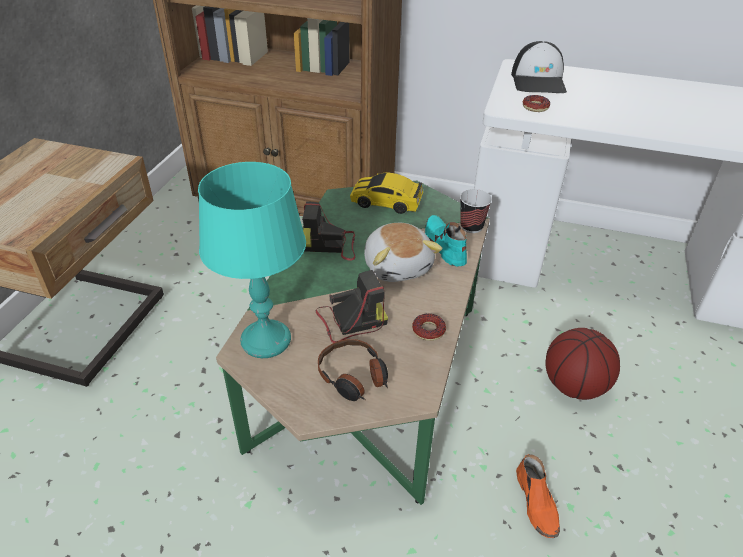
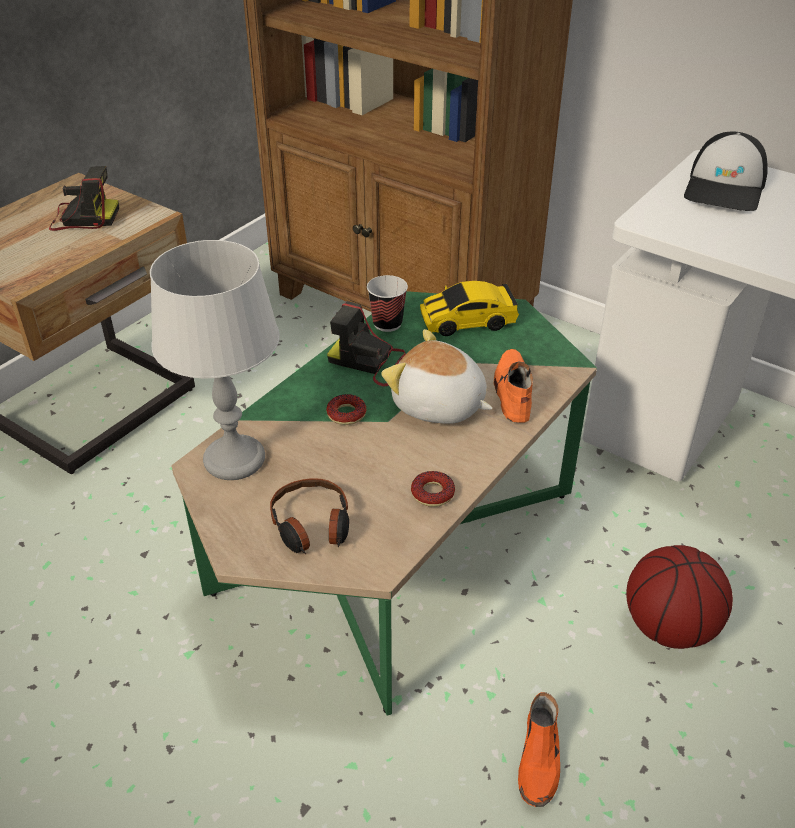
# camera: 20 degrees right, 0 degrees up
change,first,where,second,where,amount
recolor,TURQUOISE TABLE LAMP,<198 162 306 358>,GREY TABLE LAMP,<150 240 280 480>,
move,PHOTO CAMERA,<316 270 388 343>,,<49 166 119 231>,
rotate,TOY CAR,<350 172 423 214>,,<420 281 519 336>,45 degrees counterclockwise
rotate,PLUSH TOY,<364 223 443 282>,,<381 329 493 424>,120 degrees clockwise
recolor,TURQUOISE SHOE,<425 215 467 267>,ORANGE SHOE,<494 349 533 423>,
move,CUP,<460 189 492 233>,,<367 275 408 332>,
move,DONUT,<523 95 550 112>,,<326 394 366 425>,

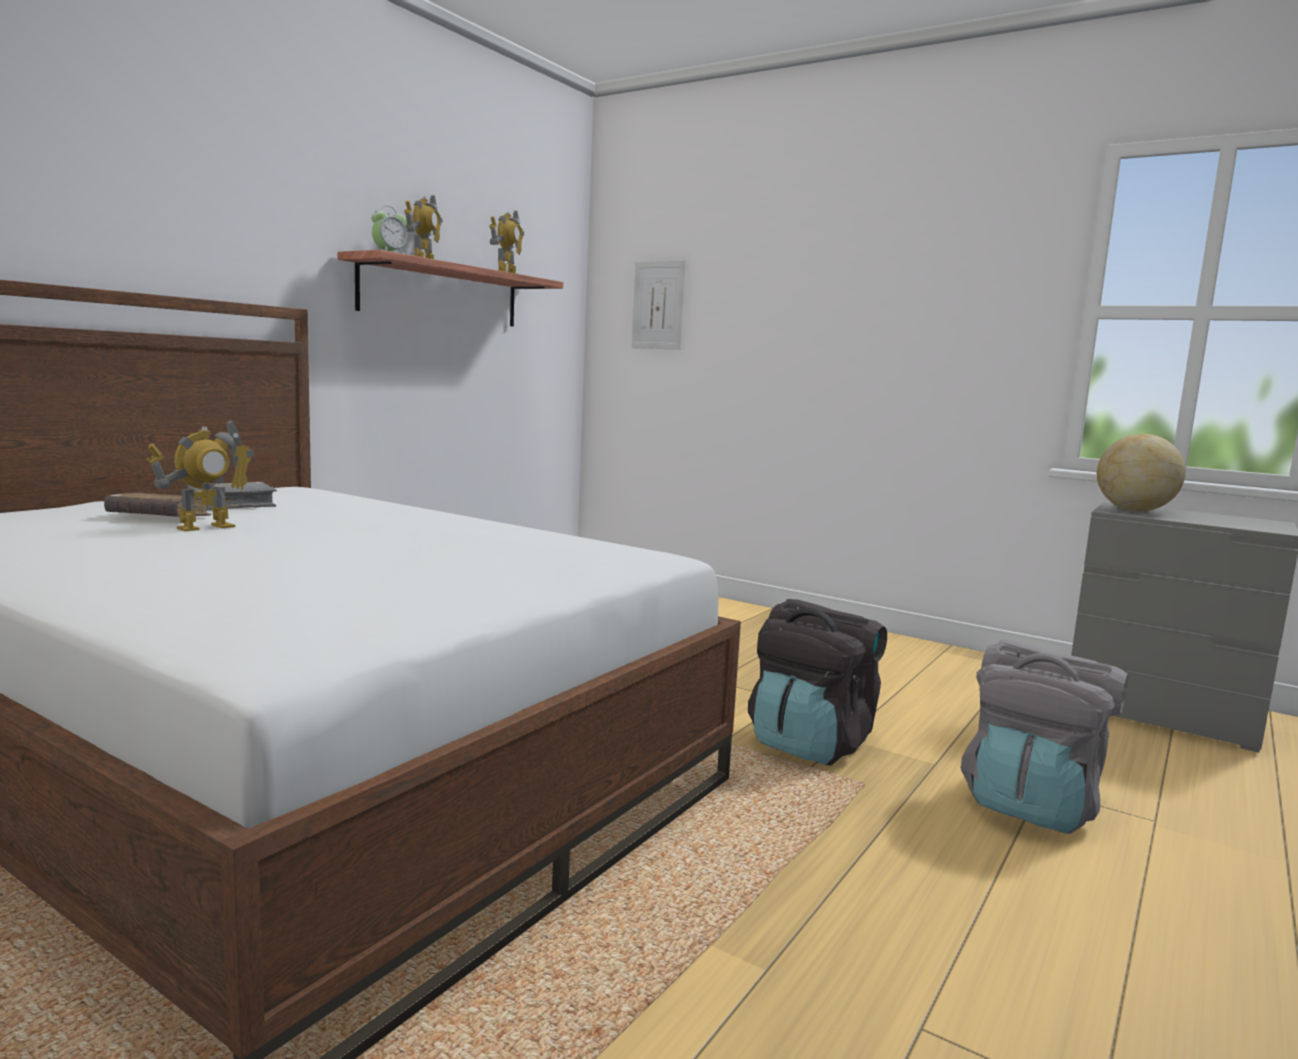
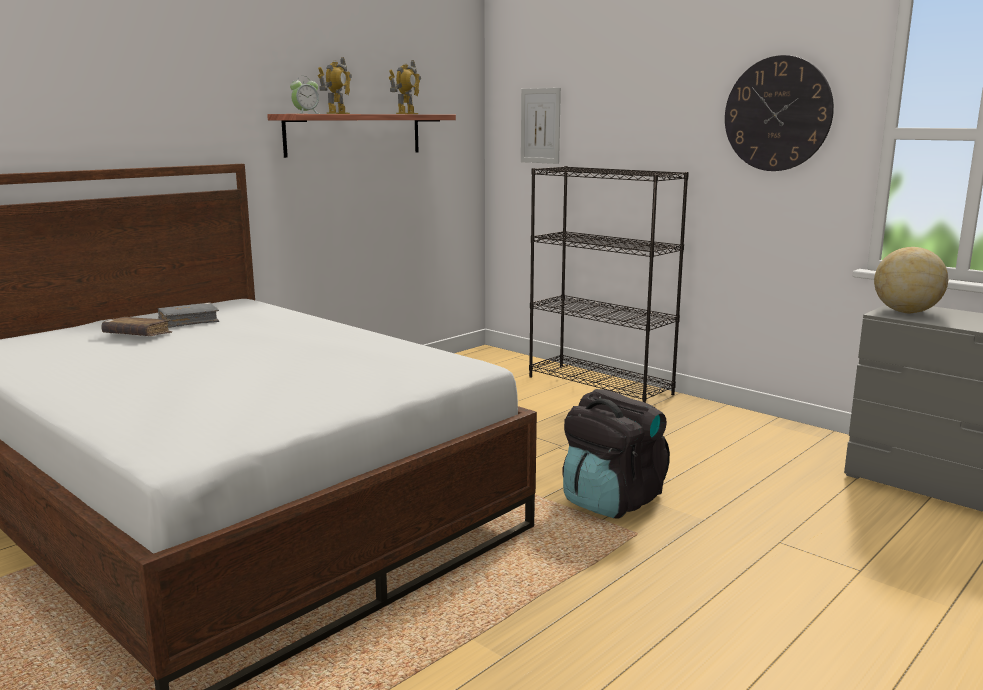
# camera: 10 degrees right, 5 degrees up
change,first,where,second,where,amount
delete,TOY ROBOT,<146 419 254 531>,,,
delete,GREY BACKPACK,<961 639 1128 834>,,,
insert,,,BLACK BOOKCASE,<529 166 689 403>,
insert,,,WALL CLOCK,<725 55 834 171>,

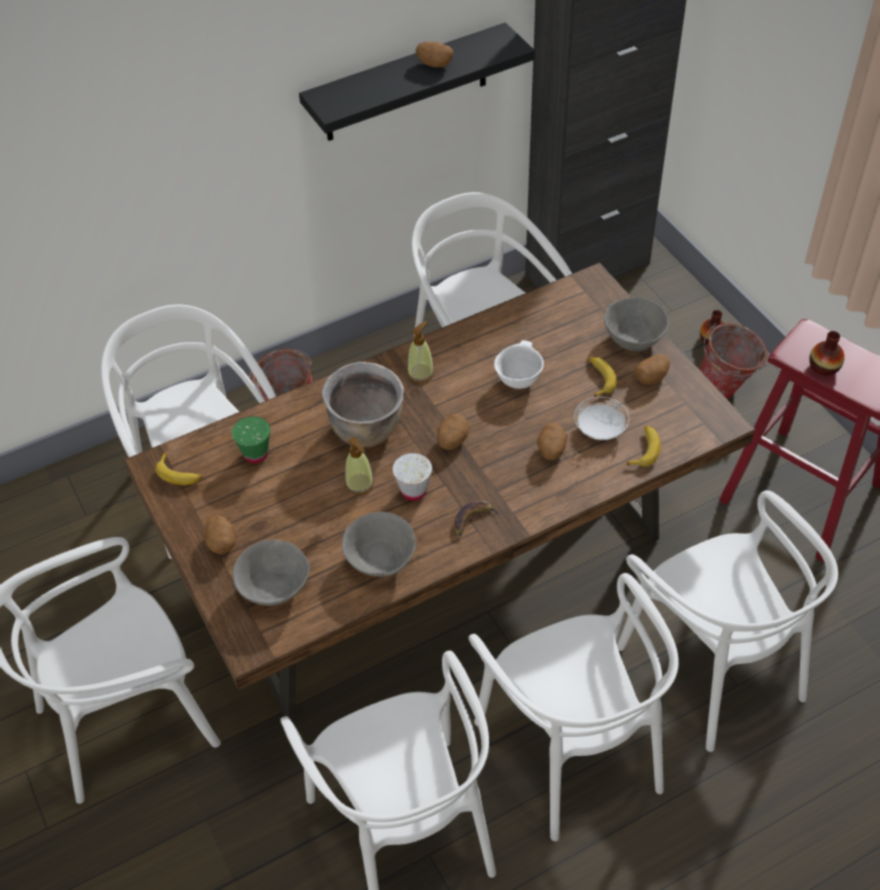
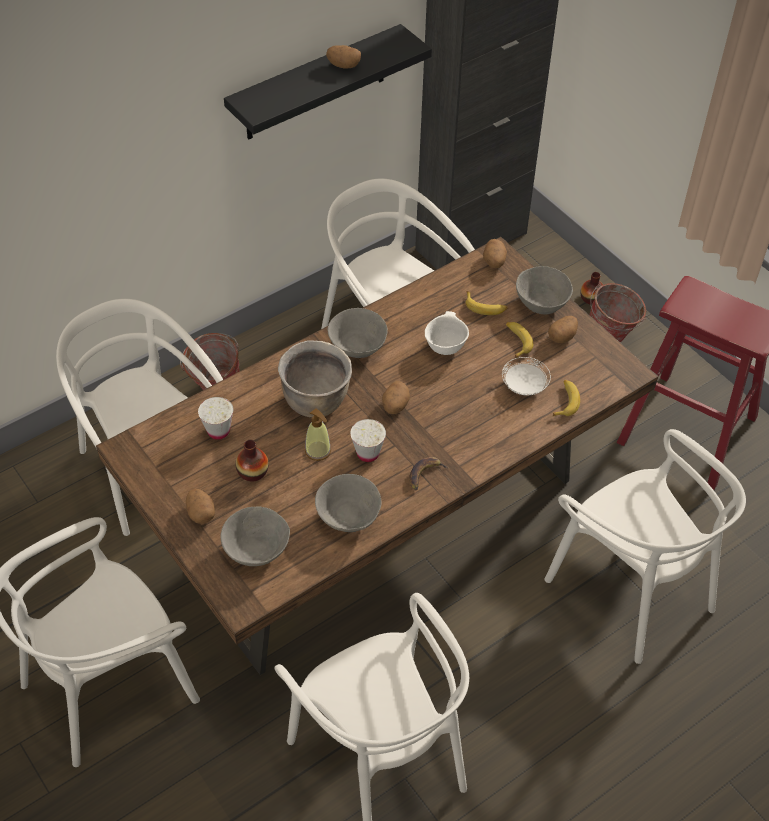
# camera: 10 degrees left, 0 degrees up
change,first,where,second,where,amount
move,BANANA,<155 452 202 485>,,<465 291 508 315>,
recolor,GREEN CUP,<232 416 270 463>,WHITE CUP,<198 397 233 440>,
replace,SOAP DISPENSER,<407 321 434 383>,GREY BOWL,<328 308 388 358>,
delete,WHITE CHAIR,<469 573 679 841>,,,
move,POTATO,<537 422 567 460>,,<483 239 507 268>,
move,VASE,<809 331 845 376>,,<235 440 269 482>,

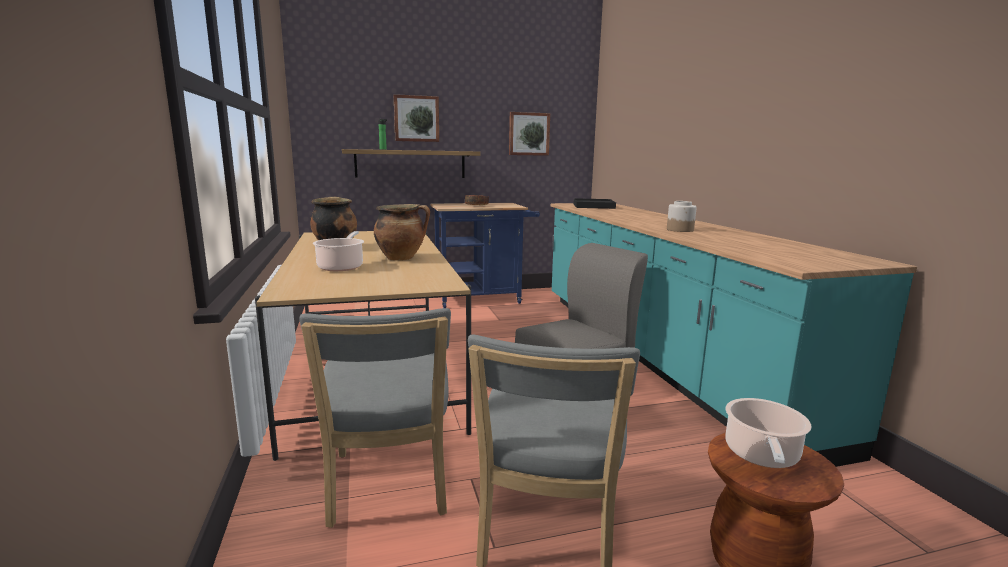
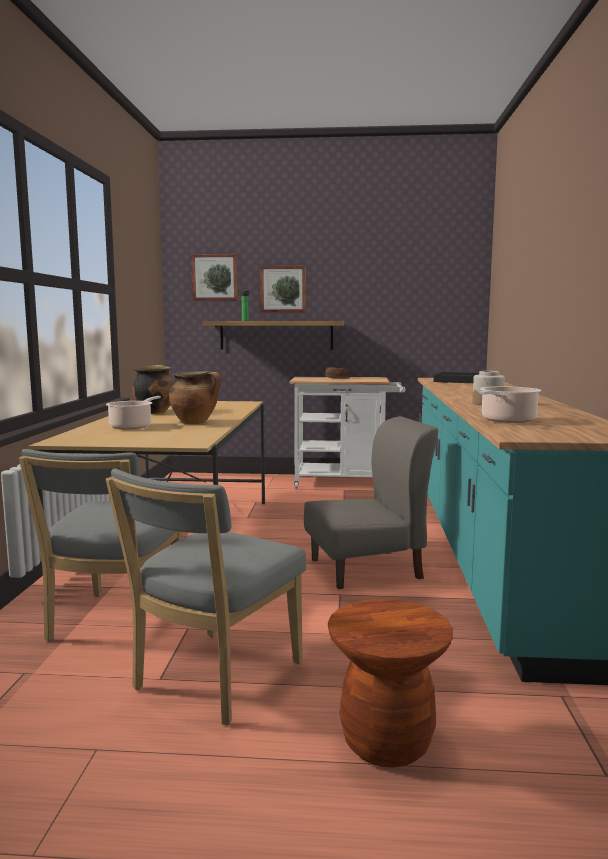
# camera: 20 degrees right, 5 degrees down
change,first,where,second,where,amount
recolor,BLUE CART,<430 203 540 308>,WHITE CART,<289 377 405 488>,
move,PICTURE,<509 112 550 156>,,<191 254 238 301>,
move,COOKING POT,<725 398 812 468>,,<479 386 541 423>,

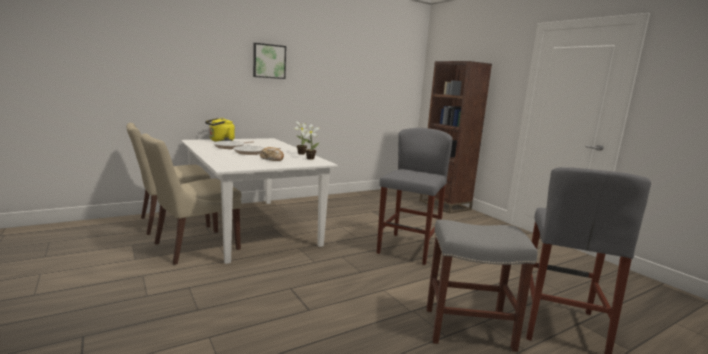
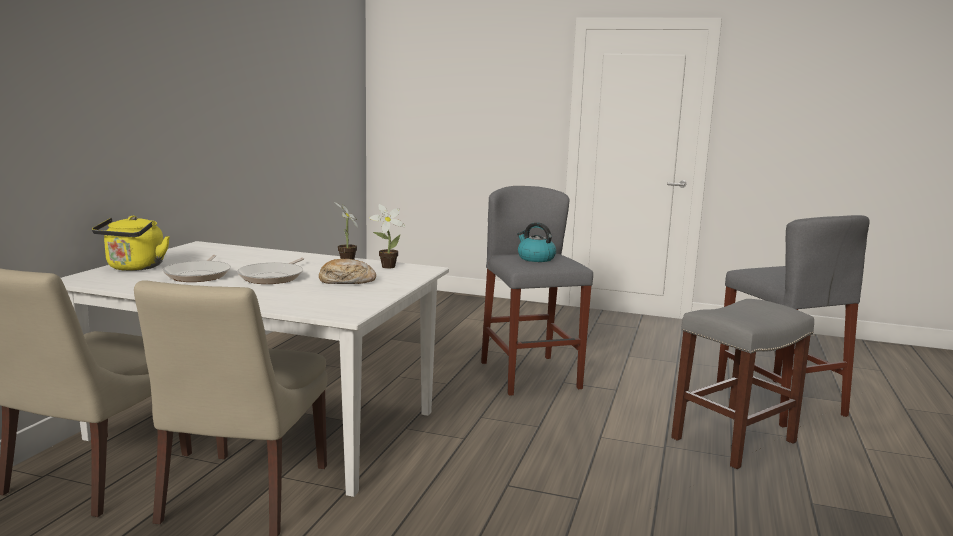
# camera: 40 degrees left, 0 degrees up
change,first,where,second,where,amount
delete,PICTURE,<253 43 286 79>,,,
delete,BROWN BOOKCASE,<419 61 492 214>,,,
insert,,,KETTLE,<517 222 556 262>,

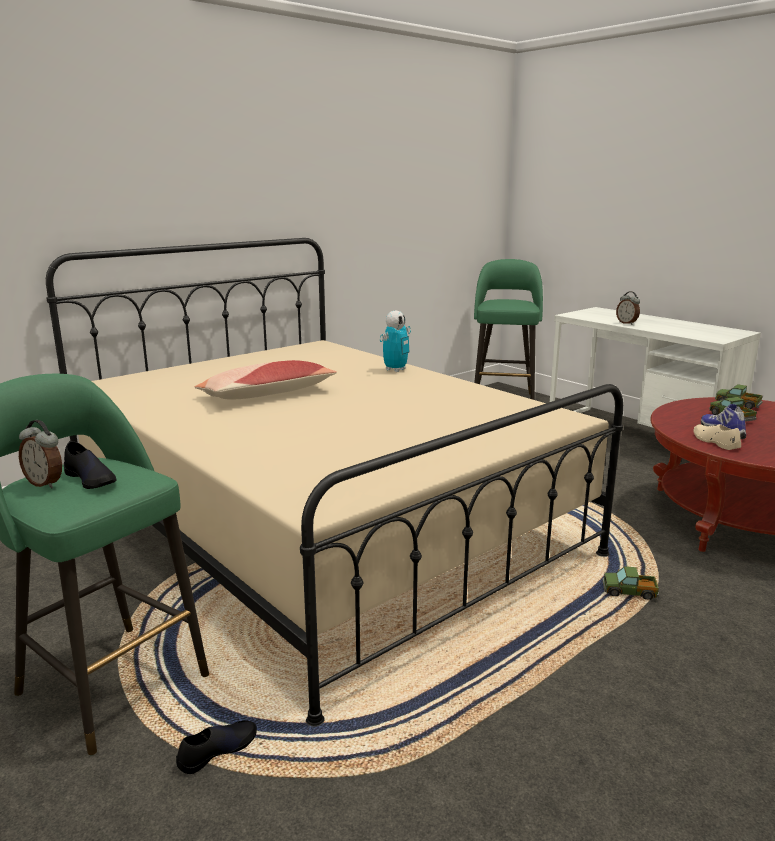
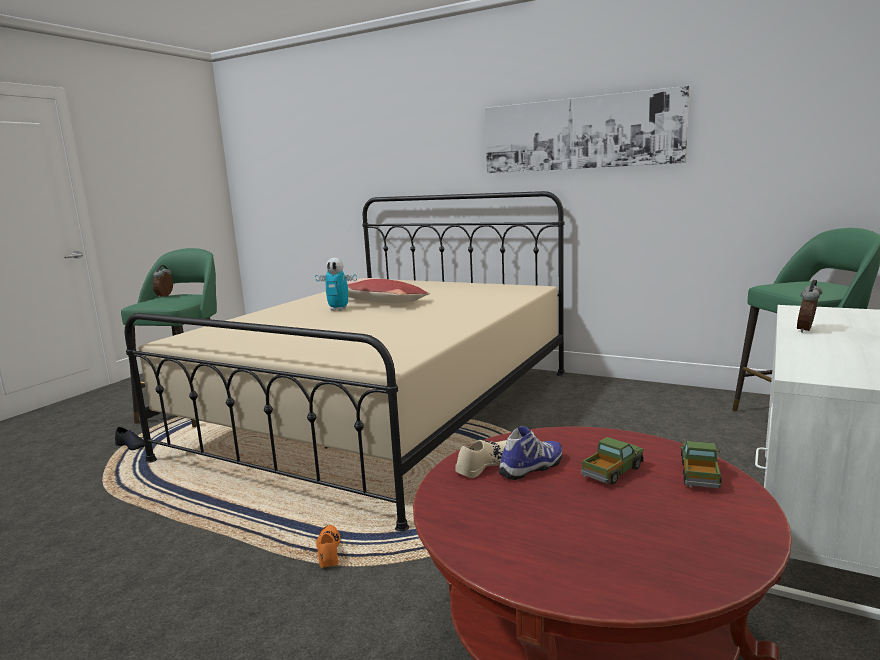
# camera: 70 degrees right, 5 degrees down
change,first,where,second,where,amount
delete,BLACK SHOE,<64 441 116 489>,,,
move,TOY ROBOT,<380 310 411 372>,,<315 258 357 311>,
replace,TOY TRUCK,<602 566 659 600>,ORANGE SHOE,<316 525 340 568>,
insert,,,PICTURE,<485 86 690 173>,

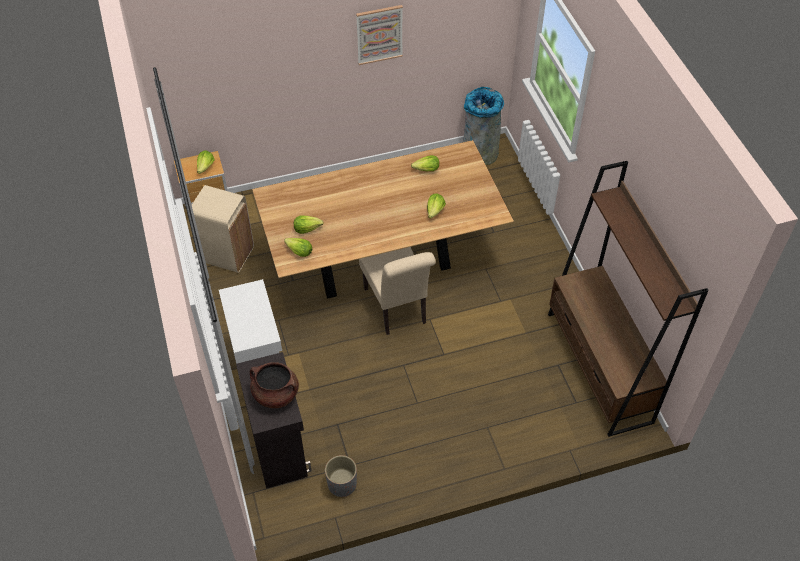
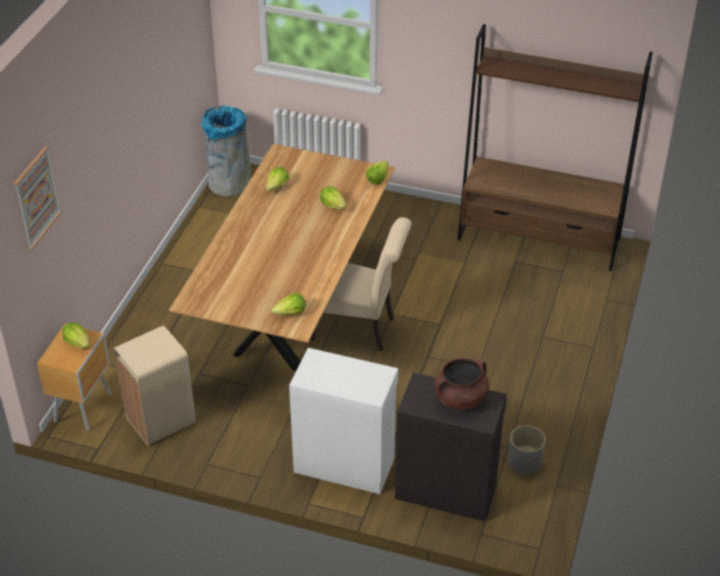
# camera: 55 degrees left, 10 degrees down
change,first,where,second,where,amount
move,LETTUCE,<294 216 324 234>,,<366 161 388 185>,
move,PICTURE,<356 5 403 65>,,<14 146 61 250>,

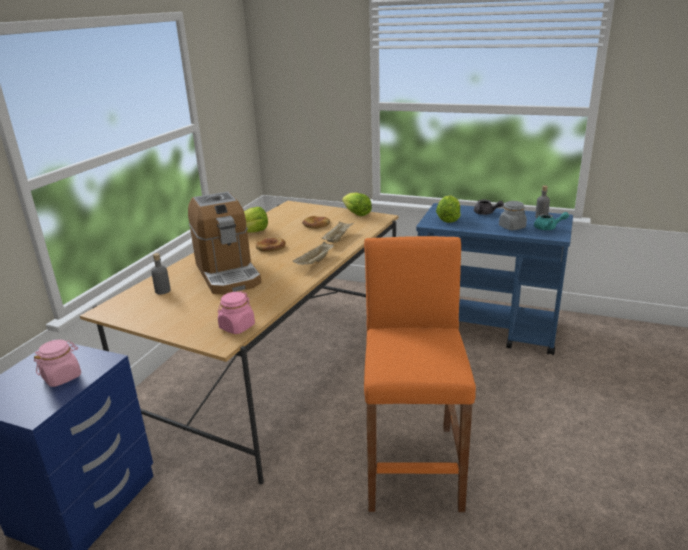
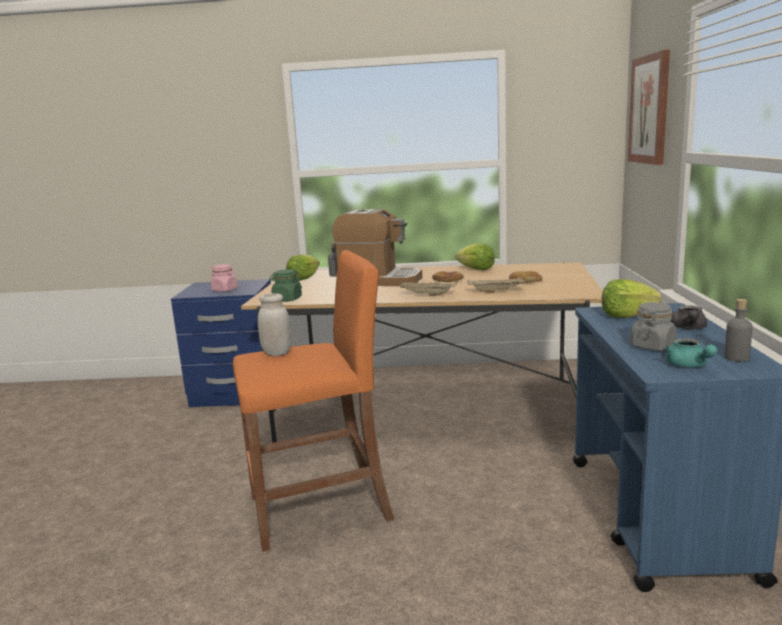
# camera: 70 degrees right, 10 degrees down
change,first,where,second,where,amount
rotate,COFFEE MACHINE,<188 191 261 295>,,<332 209 422 286>,120 degrees counterclockwise
recolor,PINK JAR,<218 291 255 334>,GREEN JAR,<269 269 302 302>,
move,LETTUCE,<342 193 372 216>,,<286 254 320 281>,
insert,,,WHITE JAR,<258 293 291 356>,
insert,,,PICTURE,<628 50 670 165>,

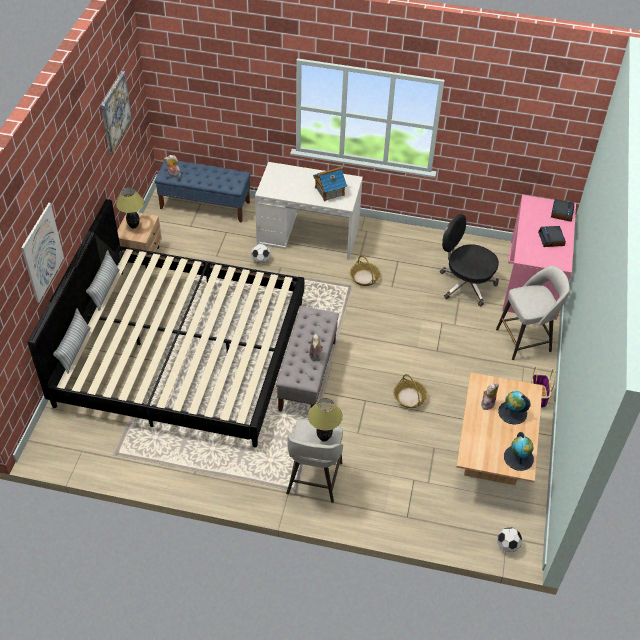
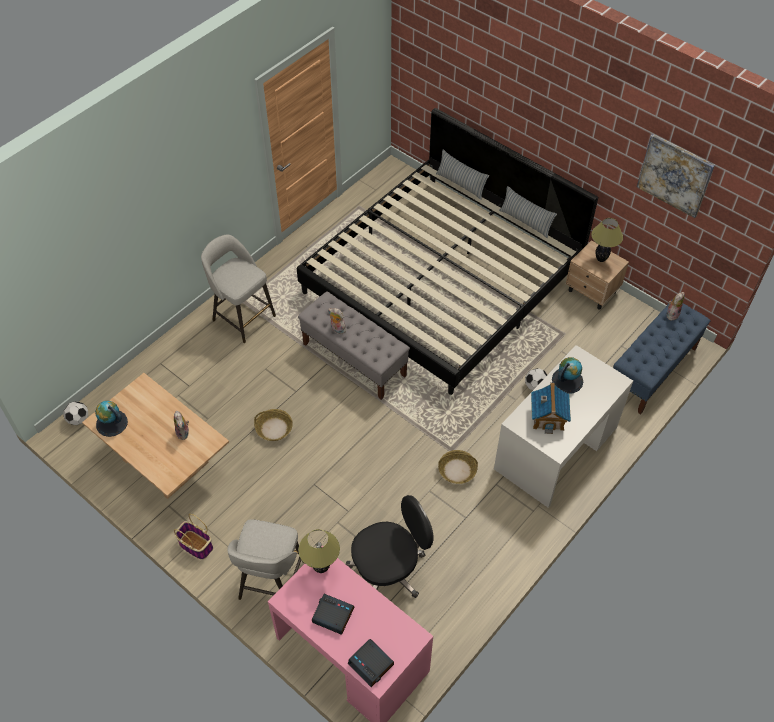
# camera: 120 degrees right, 5 degrees up
change,first,where,second,where,amount
delete,PICTURE,<21 203 64 303>,,,
move,TABLE LAMP,<308 398 343 442>,,<298 529 340 573>,
move,GLOBE,<498 391 531 425>,,<552 357 583 394>,

